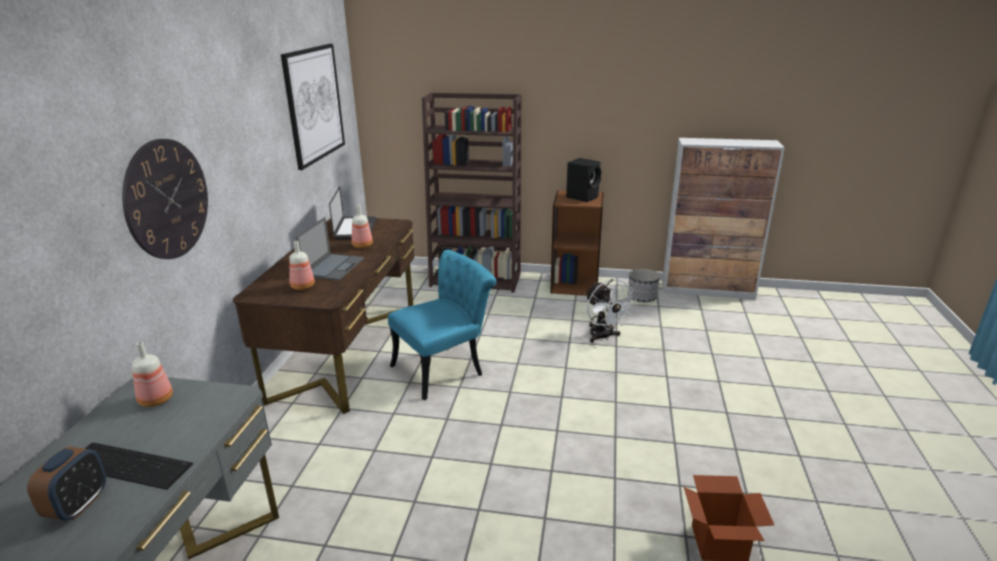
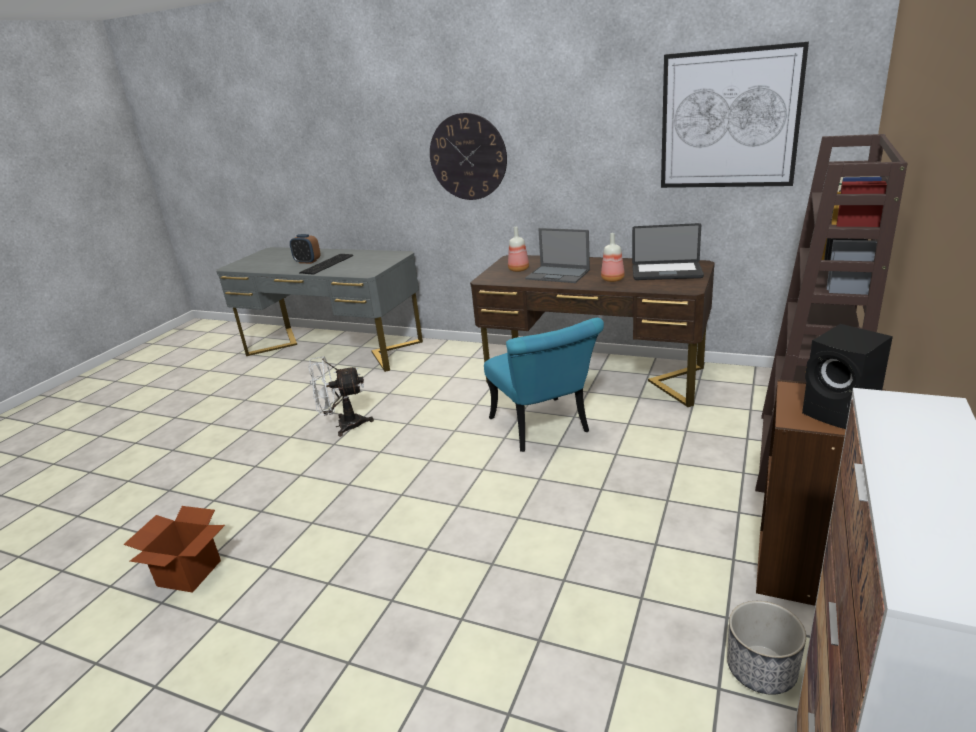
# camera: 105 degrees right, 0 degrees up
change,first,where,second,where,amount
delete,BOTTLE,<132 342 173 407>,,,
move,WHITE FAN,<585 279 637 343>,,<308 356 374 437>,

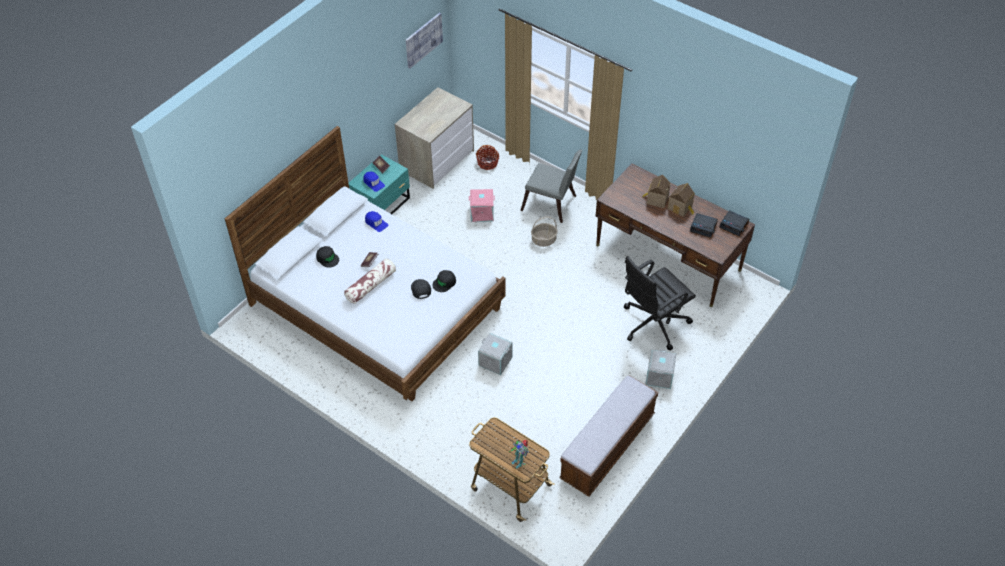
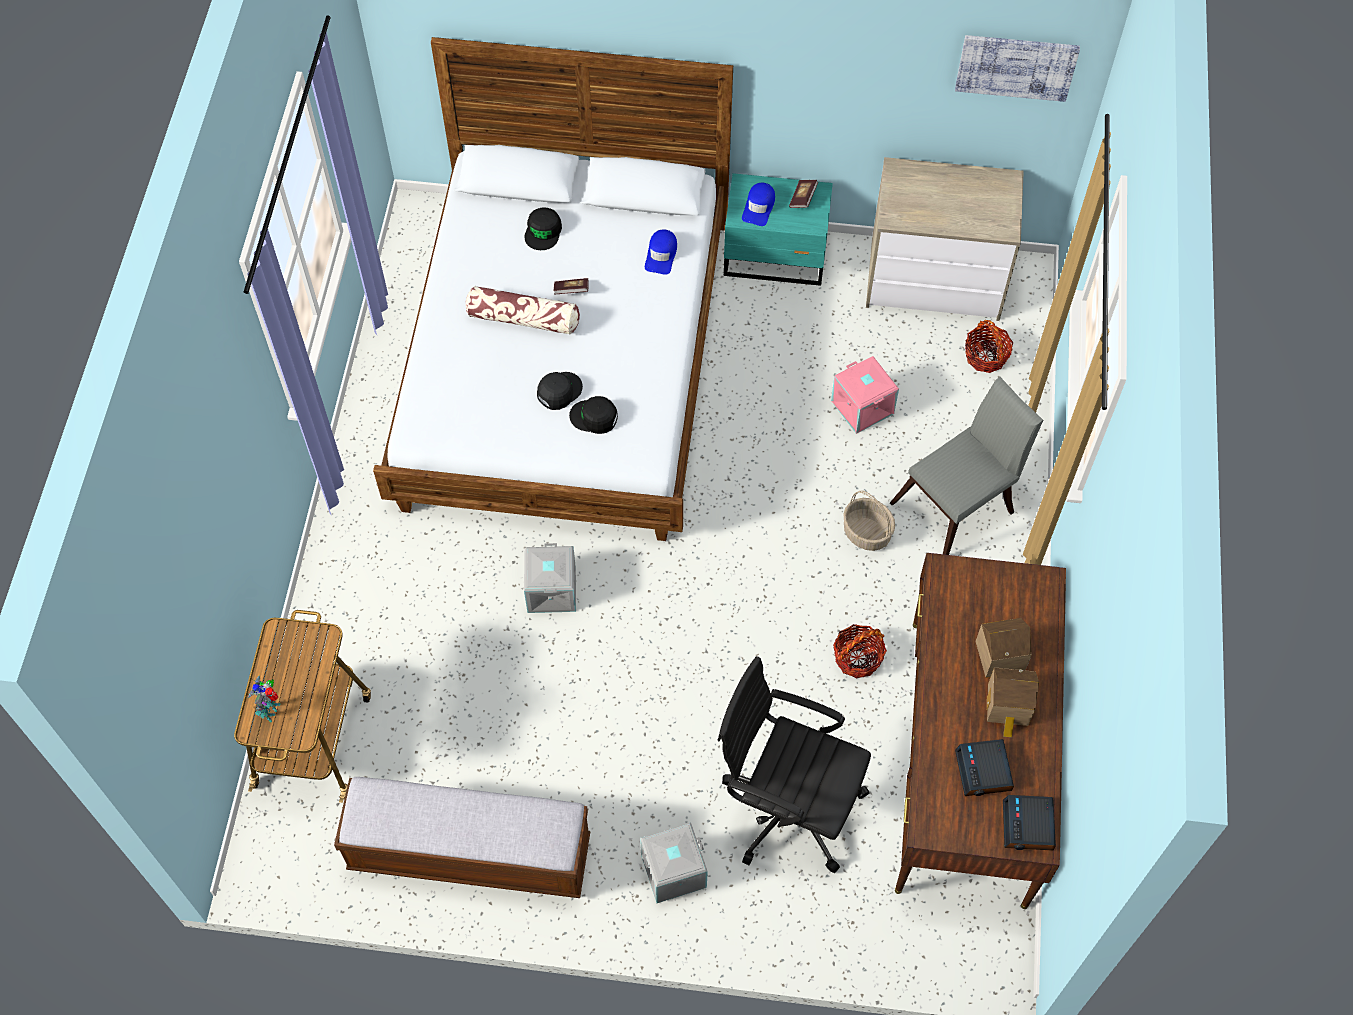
# camera: 60 degrees right, 10 degrees up
change,first,where,second,where,amount
rotate,GREY CHAIR,<521 150 582 223>,,<890 377 1043 555>,120 degrees counterclockwise
insert,,,BASKET,<833 624 887 679>,

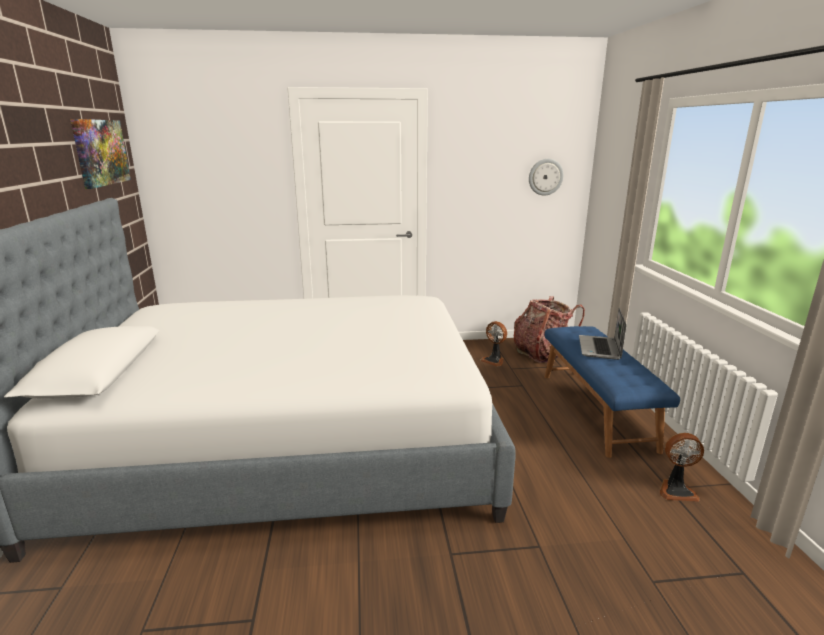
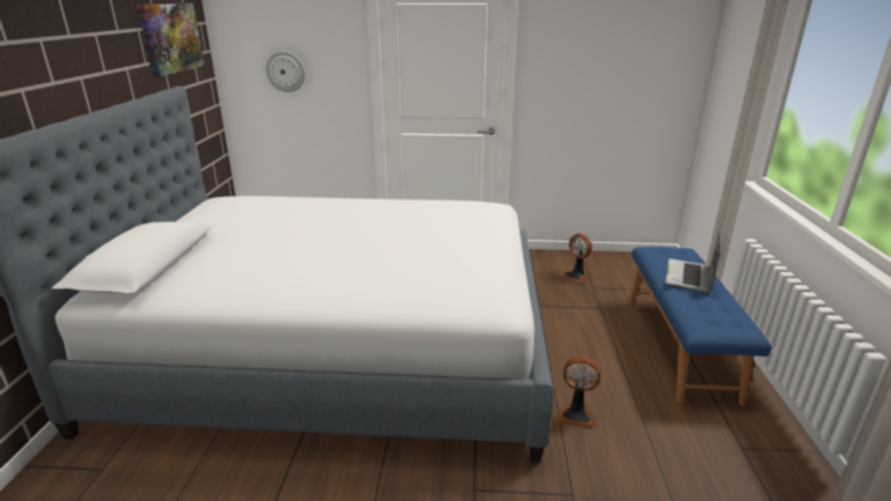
# camera: 10 degrees right, 5 degrees up
change,first,where,second,where,amount
delete,BACKPACK,<514 296 585 363>,,,
move,WALL CLOCK,<529 159 564 196>,,<266 51 305 92>,
move,FAN,<660 433 704 502>,,<556 356 601 429>,

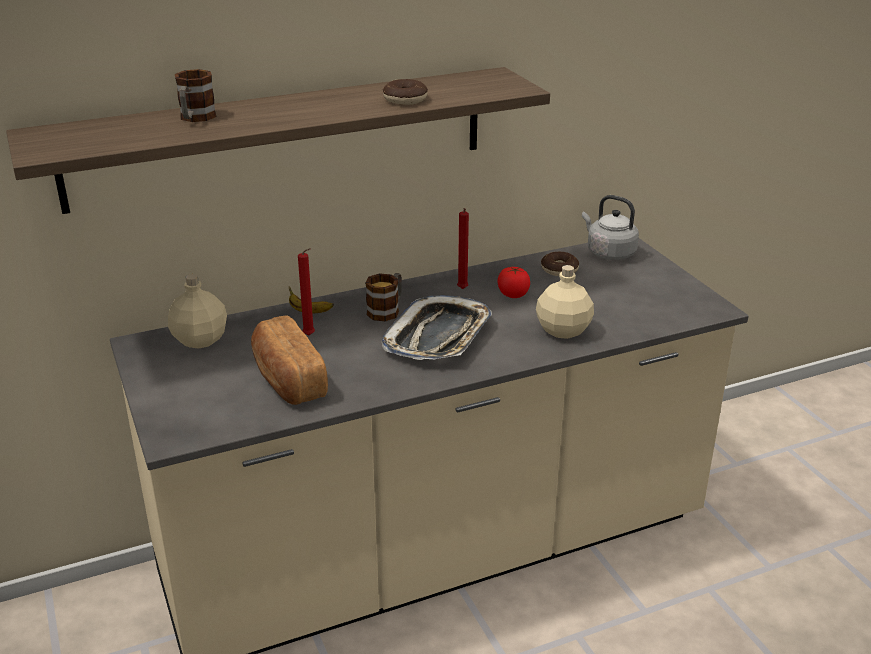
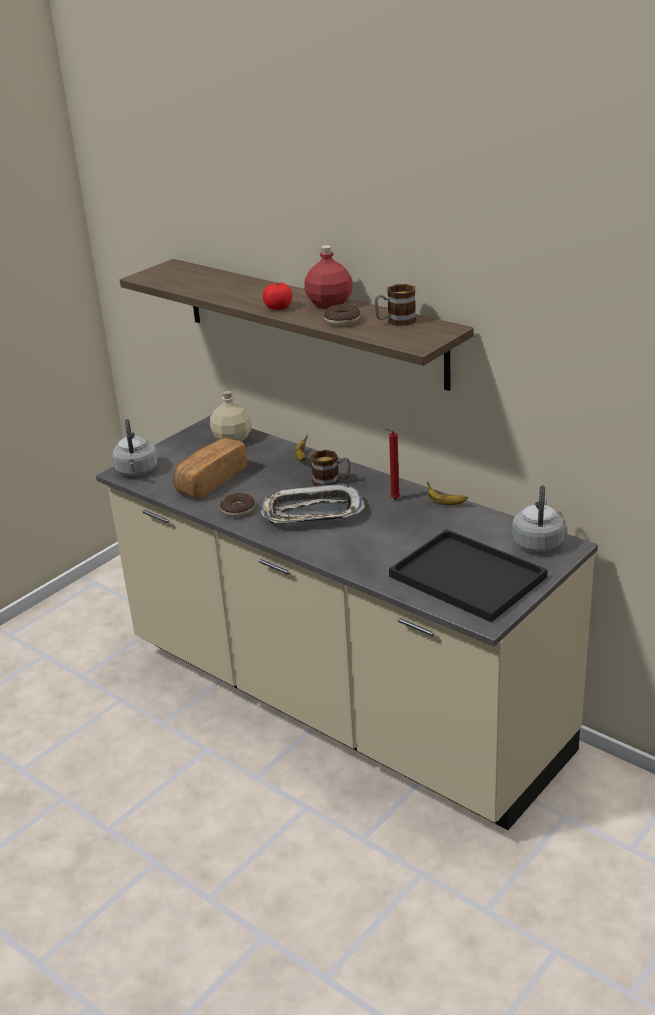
# camera: 65 degrees right, 0 degrees up
change,first,where,second,where,amount
move,MUG,<175 69 216 122>,,<375 284 416 326>,
delete,RED CANDLE,<298 248 315 335>,,,
move,TOMATO,<497 267 530 298>,,<263 282 292 310>,
delete,BEIGE BOTTLE,<536 265 594 339>,,,
move,DONUT,<541 252 579 276>,,<220 493 255 517>,
insert,,,GREY KETTLE,<112 419 158 476>,
insert,,,RED BOTTLE,<304 245 353 309>,
insert,,,BLACK TRAY,<389 529 548 622>,
insert,,,BANANA,<427 482 468 505>,

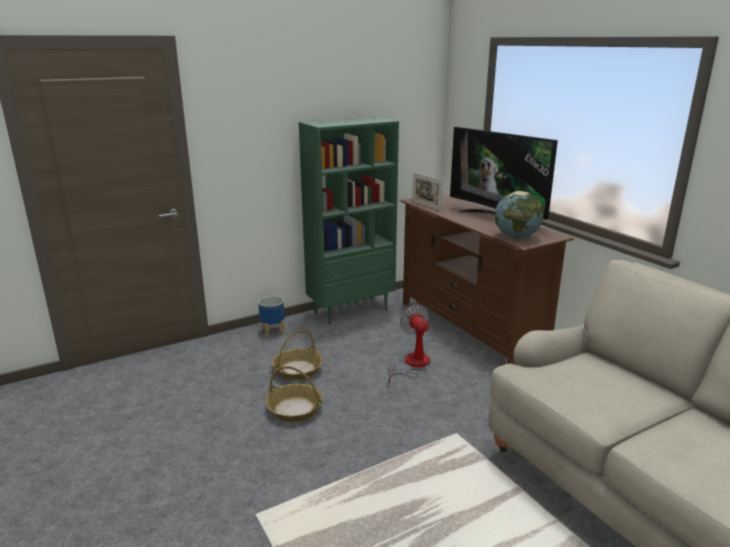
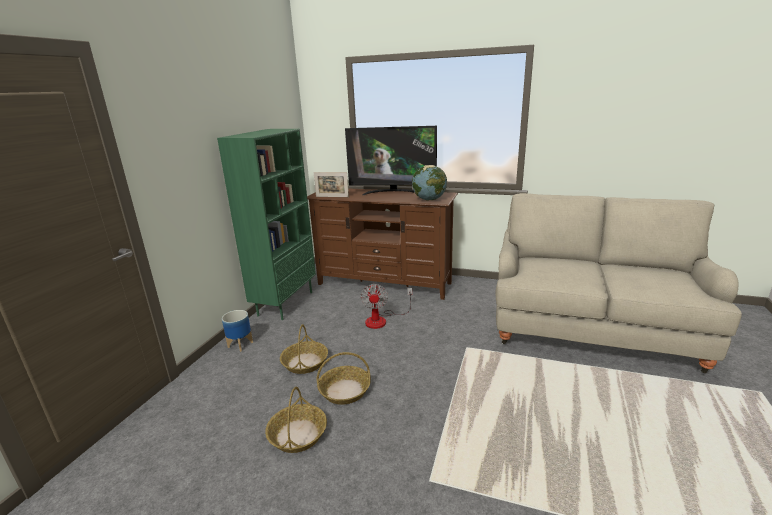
# camera: 40 degrees left, 0 degrees up
change,first,where,second,where,amount
rotate,FAN,<388 305 430 384>,,<360 284 413 329>,120 degrees counterclockwise
insert,,,BASKET,<265 387 327 453>,

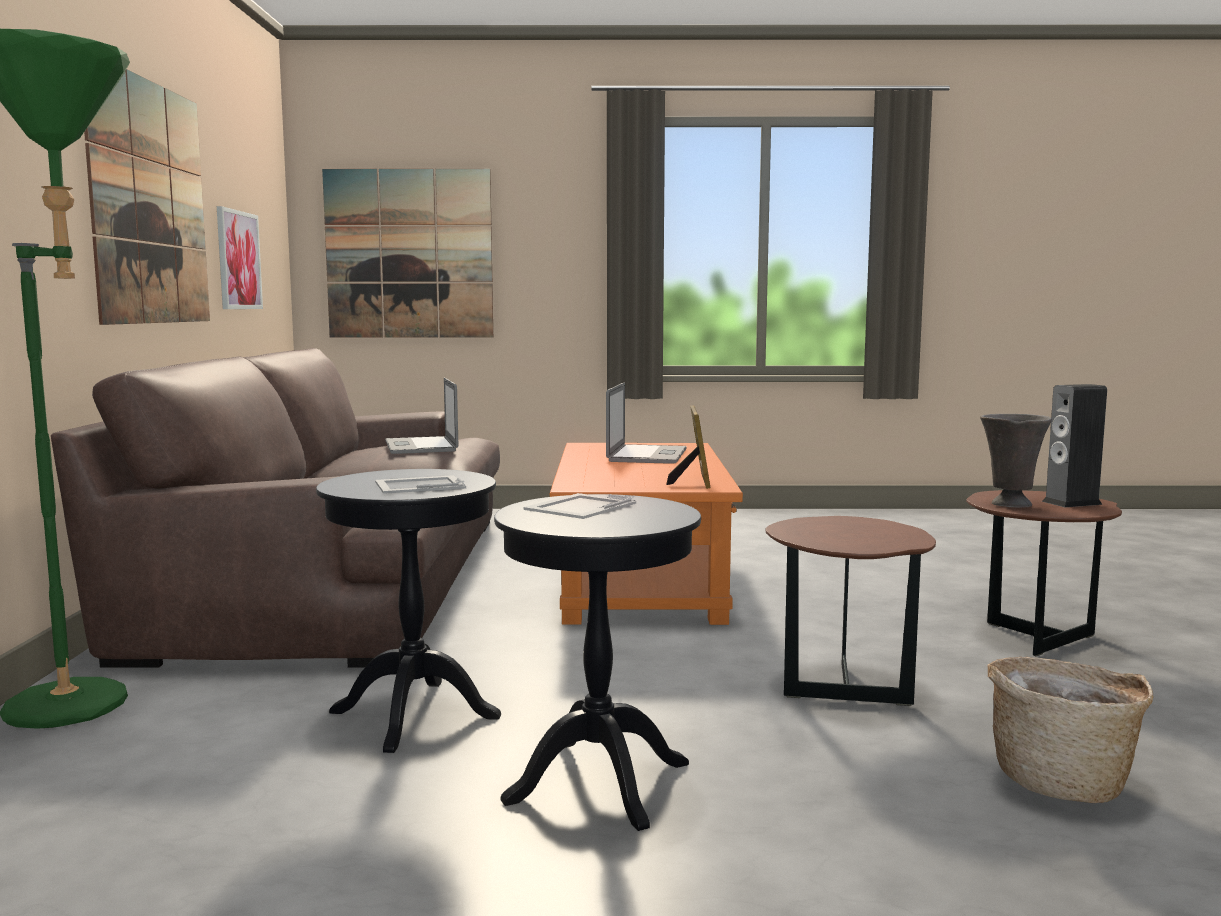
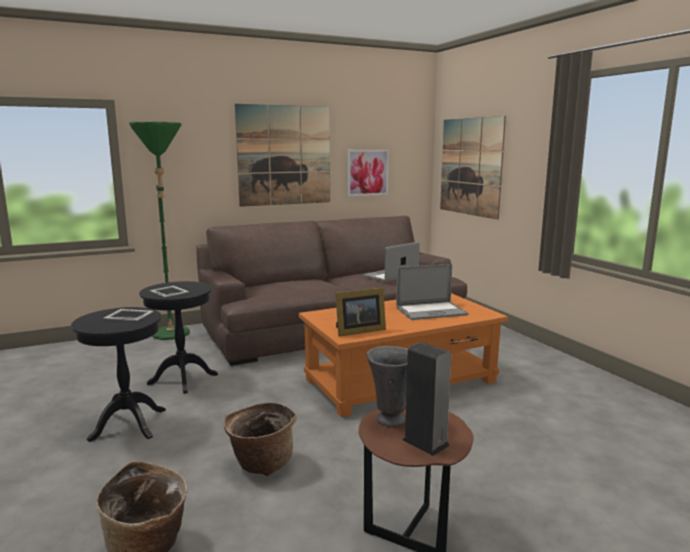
# camera: 65 degrees right, 5 degrees up
change,first,where,second,where,amount
replace,BROWN SIDE TABLE,<766 516 936 706>,BASKET,<224 402 297 476>,

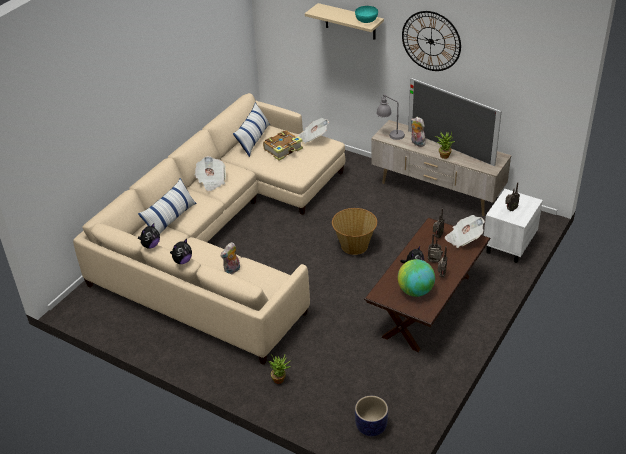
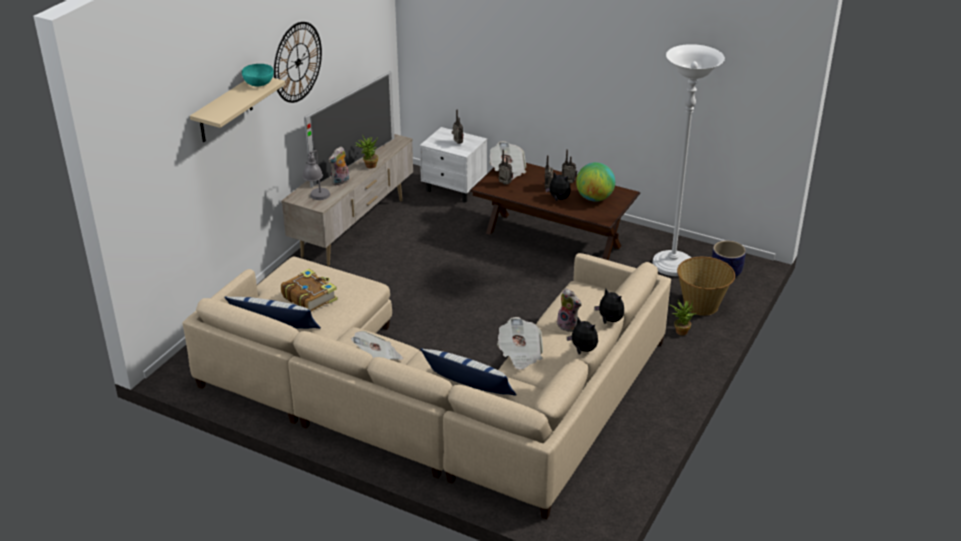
# camera: 95 degrees left, 5 degrees down
change,first,where,second,where,amount
move,NEWSPAPER,<298 118 329 144>,,<497 317 543 370>,
move,BASKET,<332 208 377 255>,,<677 257 735 316>,
insert,,,WHITE FLOOR LAMP,<652 44 725 276>,

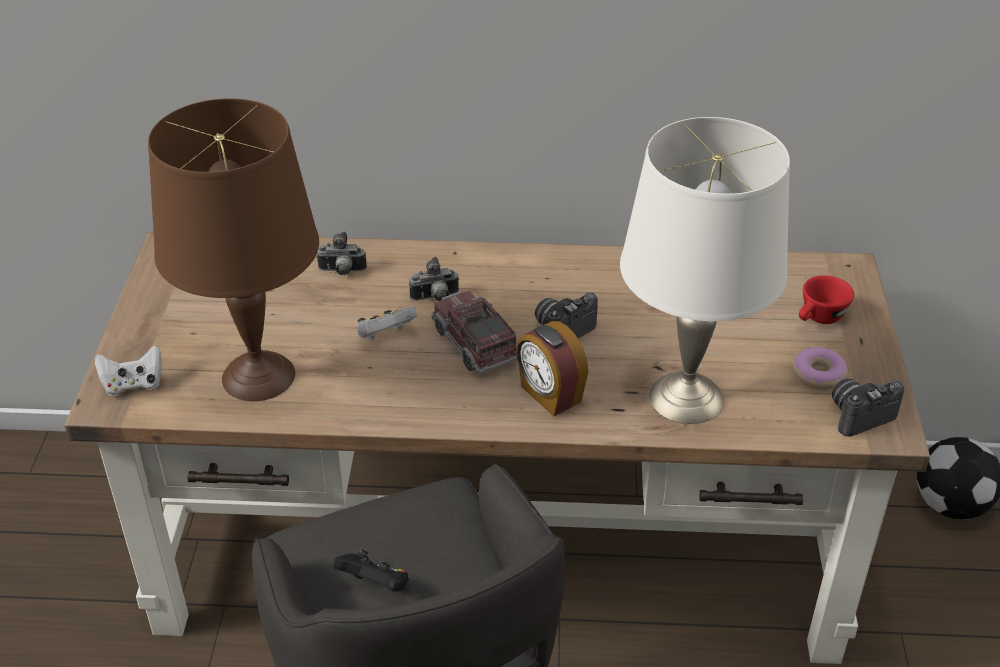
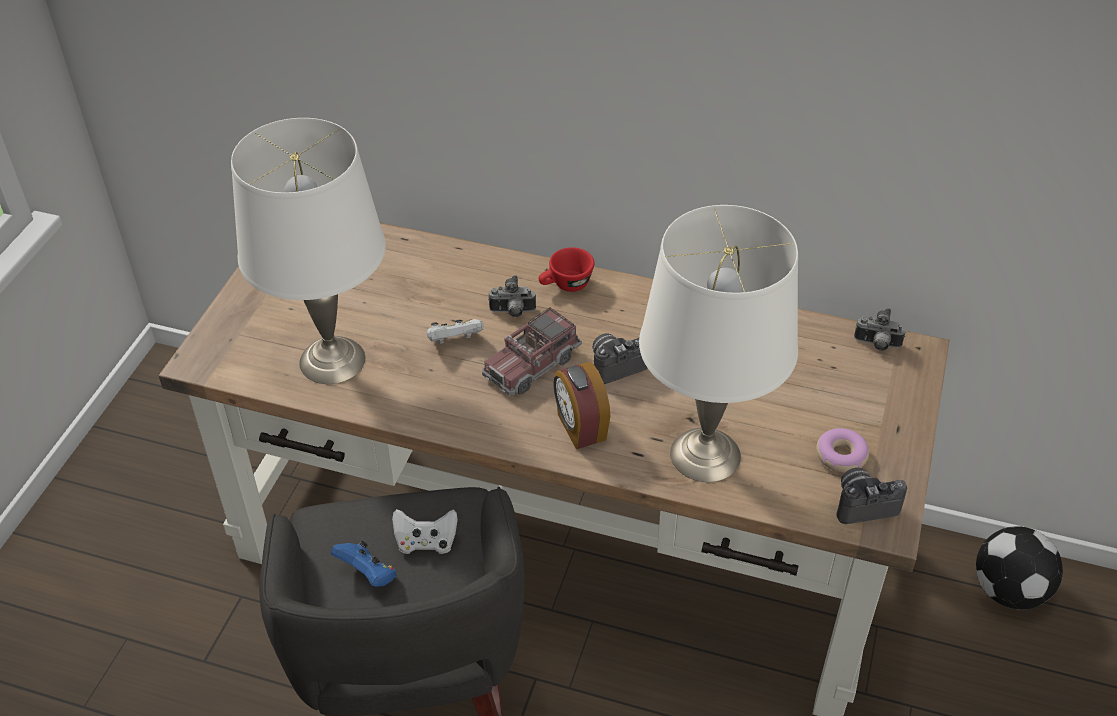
# camera: 15 degrees right, 5 degrees up
change,first,where,second,where,amount
move,WHITE GAME CONTROLLER,<95 345 162 396>,,<392 509 458 554>,
recolor,BROWN TABLE LAMP,<148 98 319 401>,WHITE TABLE LAMP,<231 118 386 384>,
move,PHOTO CAMERA,<316 231 367 275>,,<854 308 905 351>,
recolor,BLACK GAME CONTROLLER,<333 549 409 592>,BLUE GAME CONTROLLER,<331 541 396 587>,
rotate,TOY TRUCK,<431 291 517 374>,,<482 307 582 396>,120 degrees counterclockwise
move,RED CUP,<799 275 854 324>,,<539 247 594 292>,

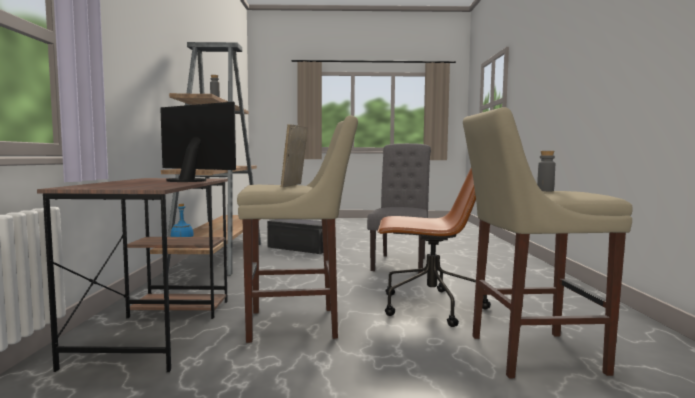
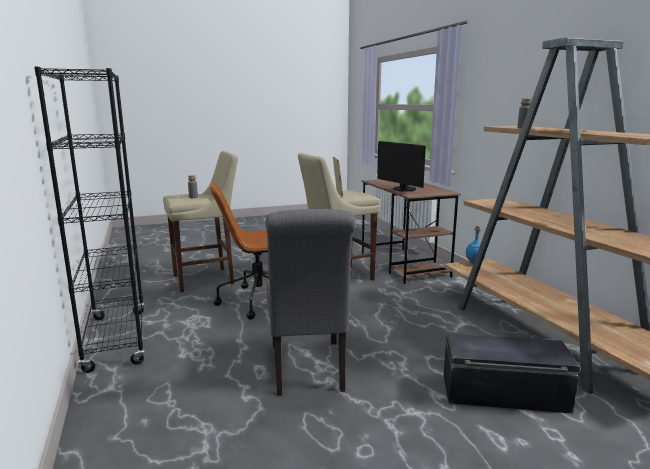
# camera: 160 degrees right, 10 degrees up
change,first,where,second,where,amount
rotate,MONITOR,<160 102 236 182>,,<377 141 426 192>,45 degrees clockwise
insert,,,BLACK BOOKCASE,<34 67 145 373>,

